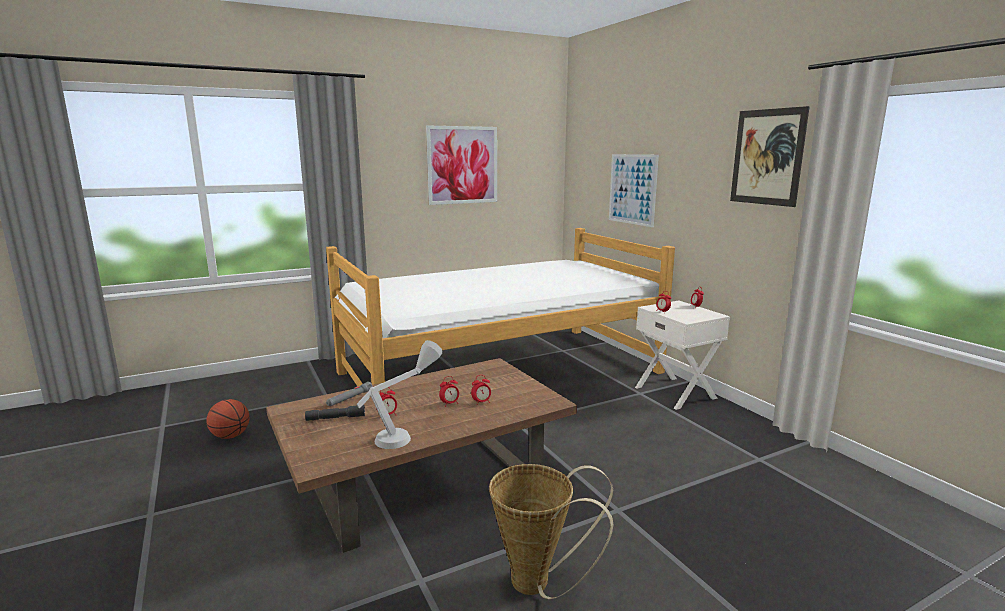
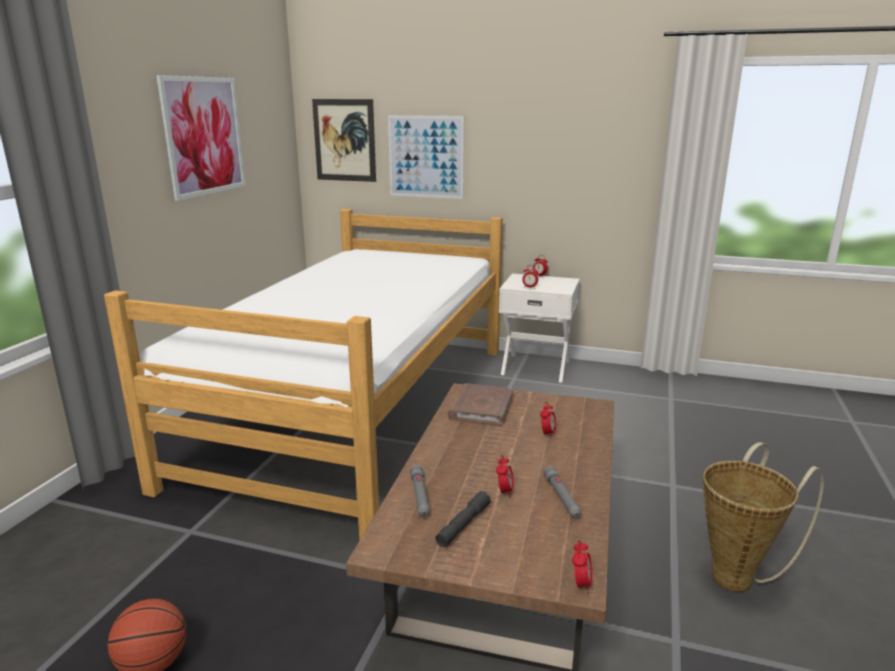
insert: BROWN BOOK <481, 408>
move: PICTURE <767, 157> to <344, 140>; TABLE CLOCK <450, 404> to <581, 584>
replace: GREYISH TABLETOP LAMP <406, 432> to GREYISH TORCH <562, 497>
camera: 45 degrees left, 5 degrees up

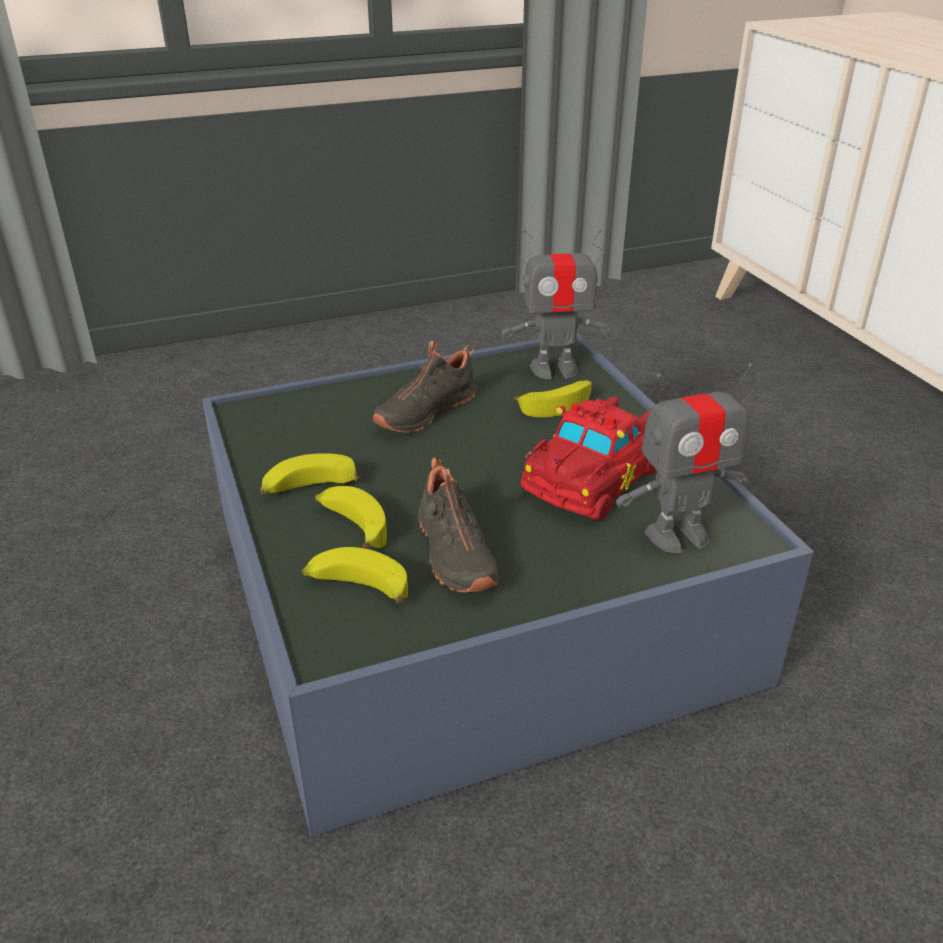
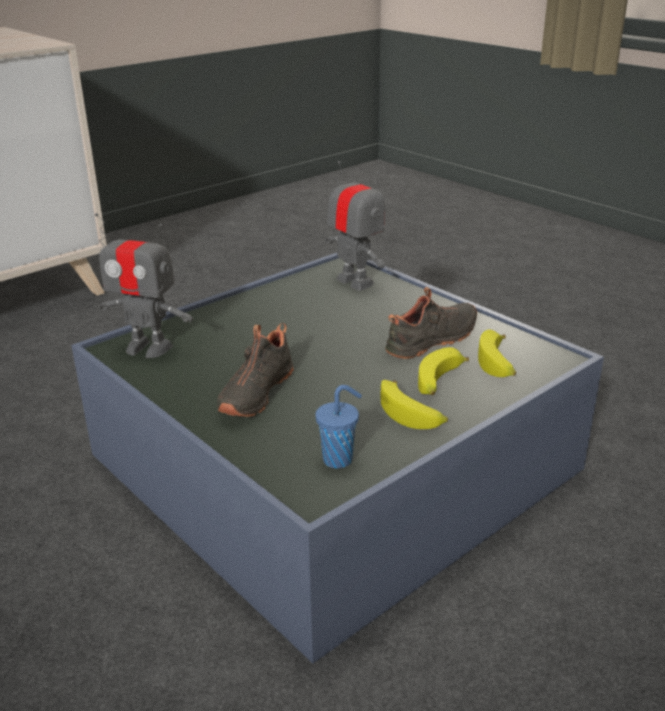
delete: WHOLE BANANA <557, 404>; REDDISH MODEL CAR <597, 476>
insert: BLUE CUP <339, 459>
rotate: MODEL ROBOT <554, 369> = <148, 348> 135 degrees clockwise; BLACK LOW SHOE <424, 410> = <254, 392> 90 degrees clockwise
camera: 110 degrees left, 5 degrees down

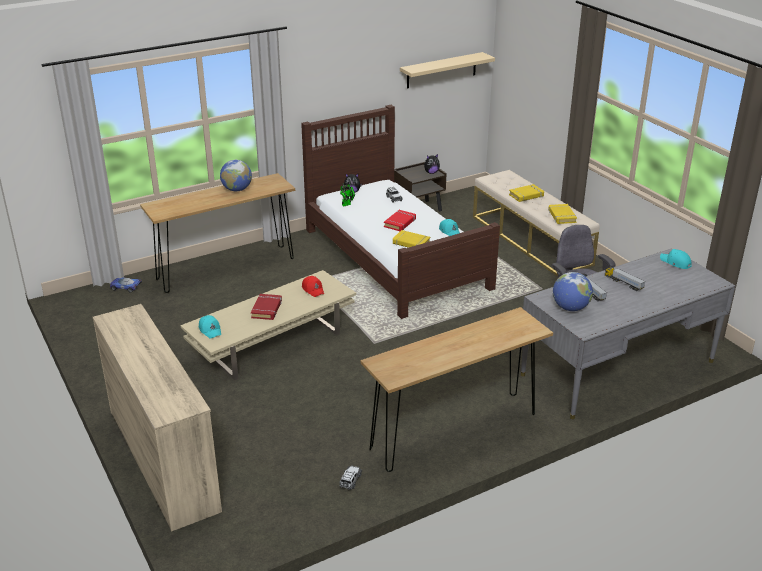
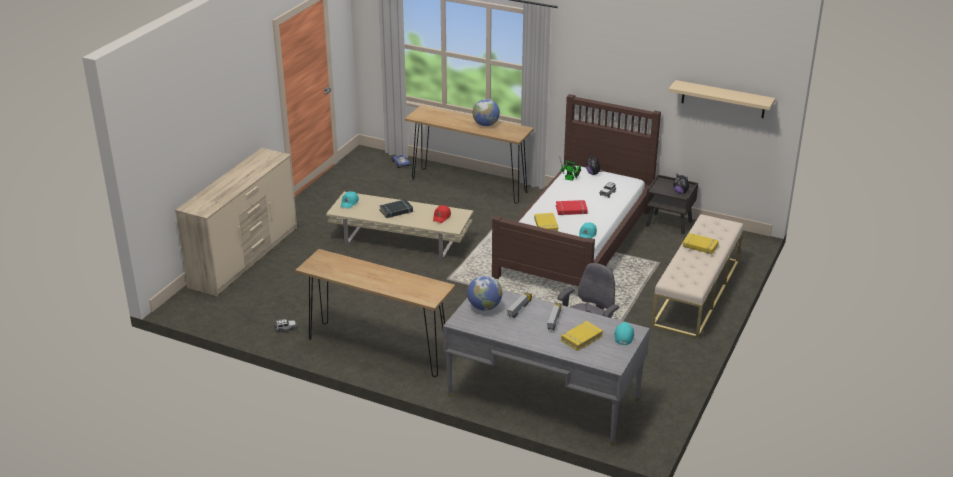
move: YELLOWISH BOOK <561, 216> to <581, 338>
recolor: REDDISH BOOK <267, 309> to BLACK BOOK <396, 211>
camera: 55 degrees right, 0 degrees up

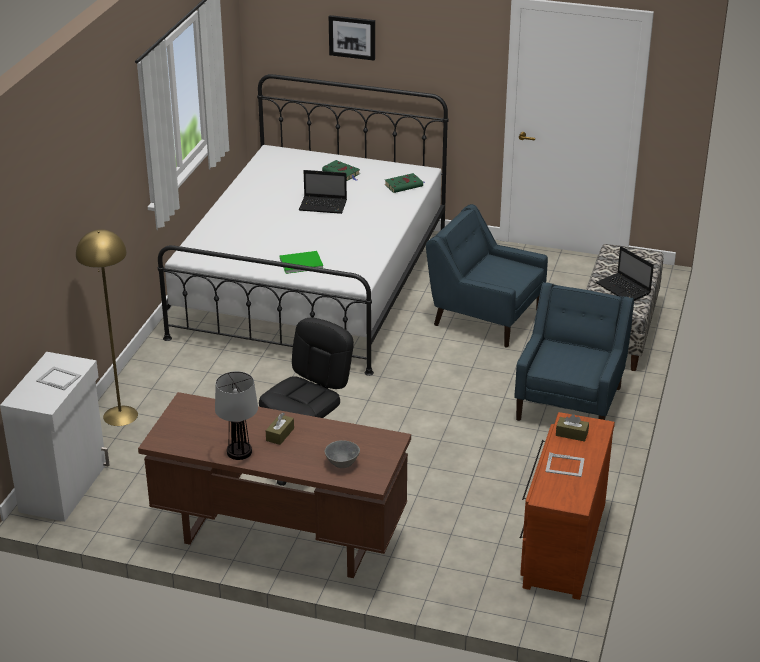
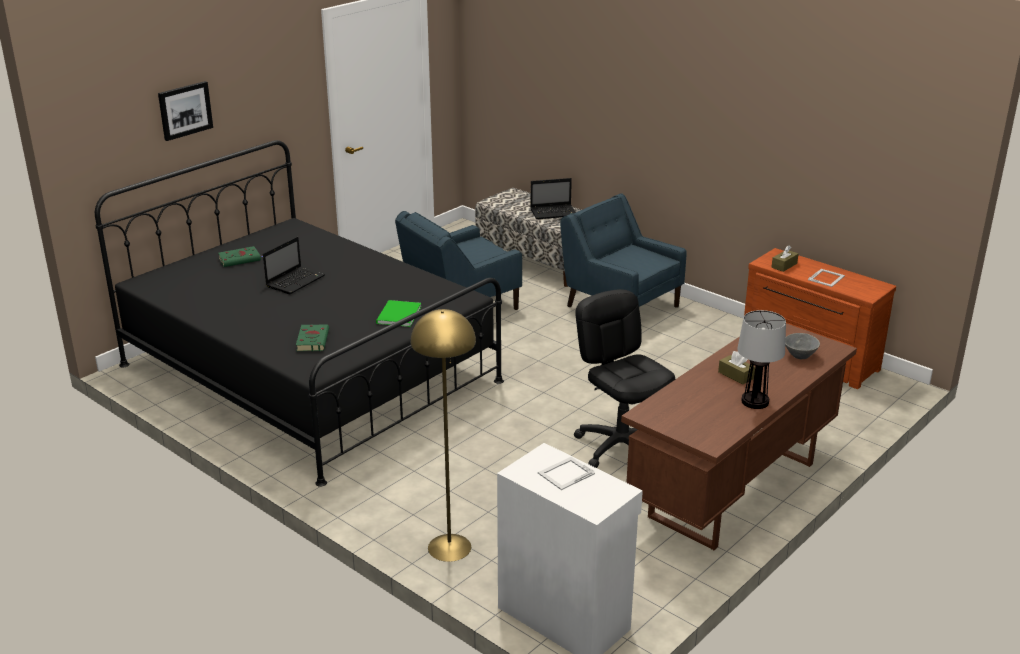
move: GREEN BOOK <404, 185> to <312, 340>
recolor: WHITE-COLOURED BED <312, 283> to BLACK BED <309, 373>
camera: 65 degrees left, 5 degrees down

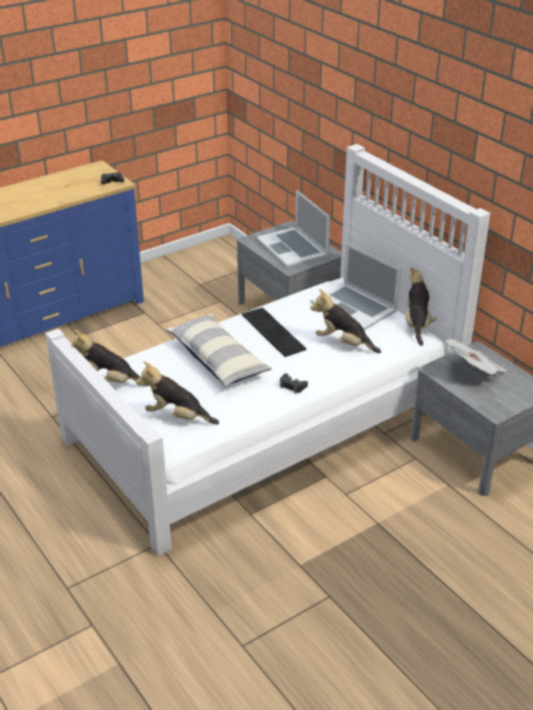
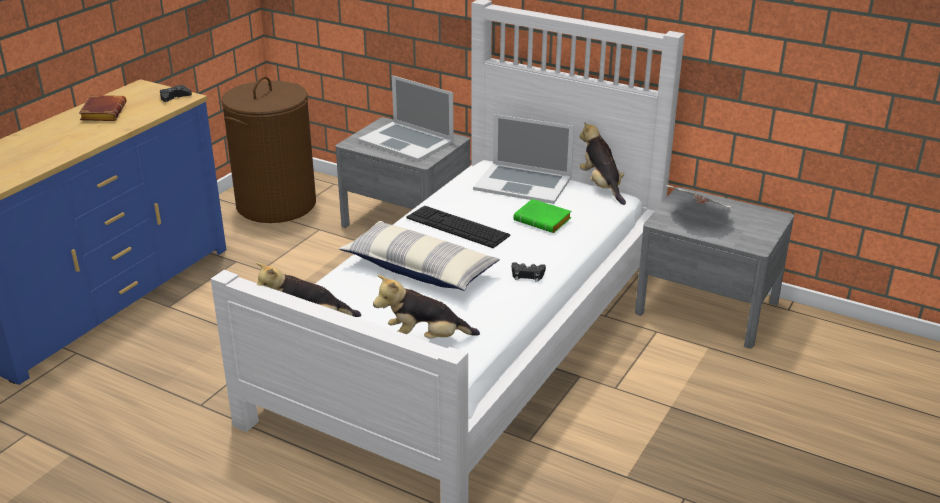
insert: BROWN HAMPER <276, 204>; BROWN BOOK <102, 112>
replace: PLUSH TOY <343, 343> to GREEN BOOK <544, 220>
camera: 25 degrees left, 5 degrees down

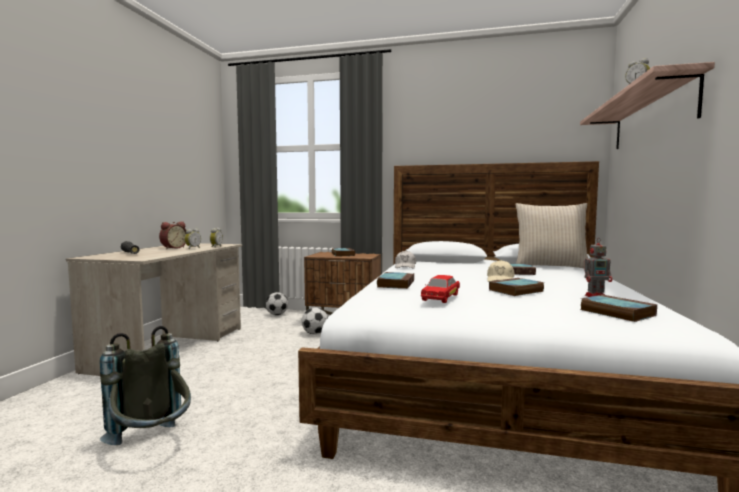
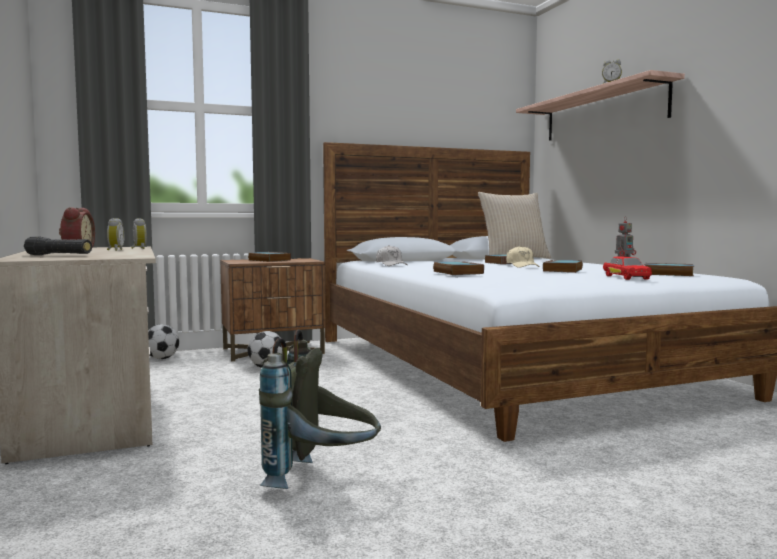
move: REDDISH MODEL CAR <440, 297> to <626, 277>
camera: 35 degrees left, 0 degrees up

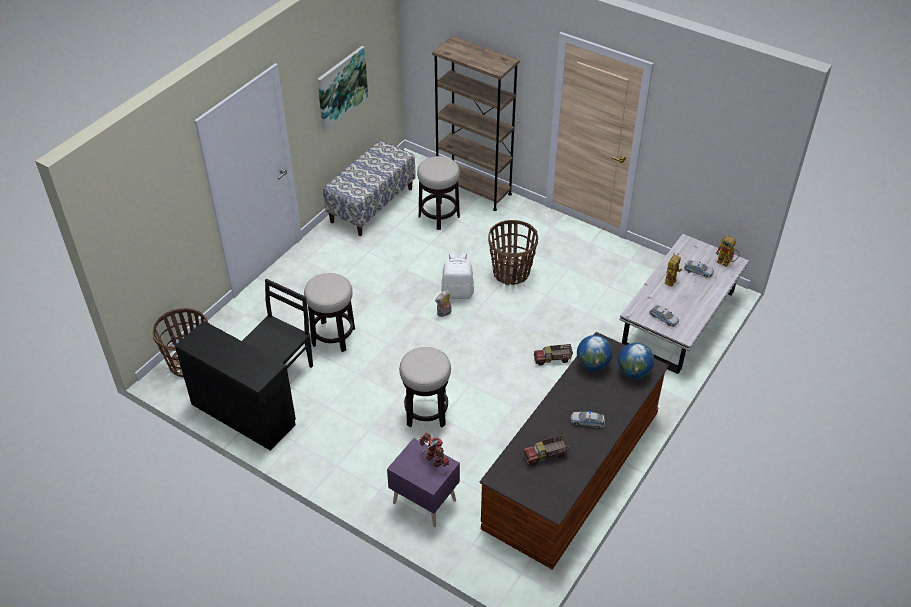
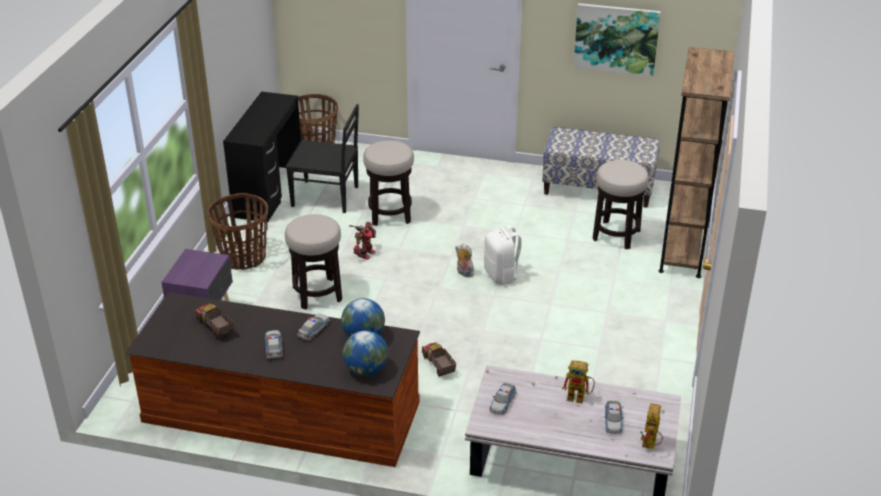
insert: MODEL CAR <313, 330>
move: HOUSEHOLD BASKET <511, 272> to <243, 258>; MODEL ROBOT <434, 460> to <365, 253>
camera: 70 degrees right, 10 degrees down

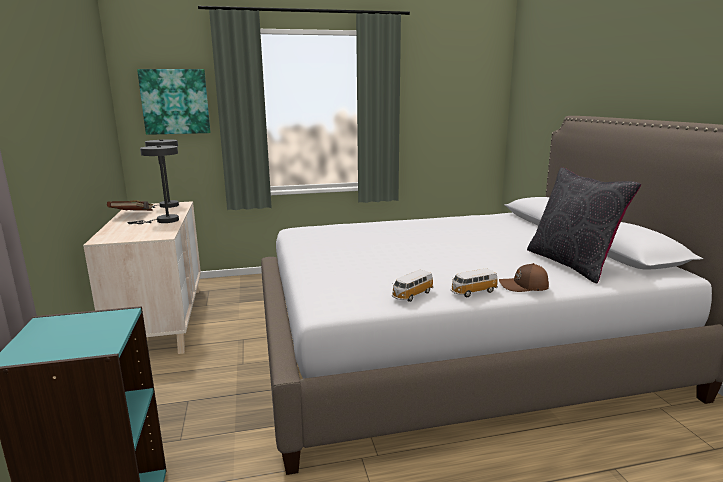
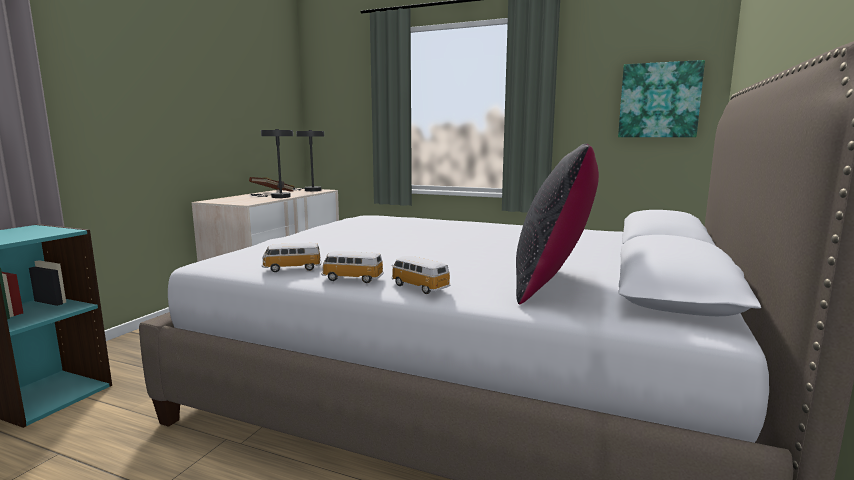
move: PICTURE <175, 102> to <659, 100>
replace: BROWN PEAKED CAP <524, 286> to MODEL CAR <418, 287>
camera: 35 degrees right, 5 degrees down

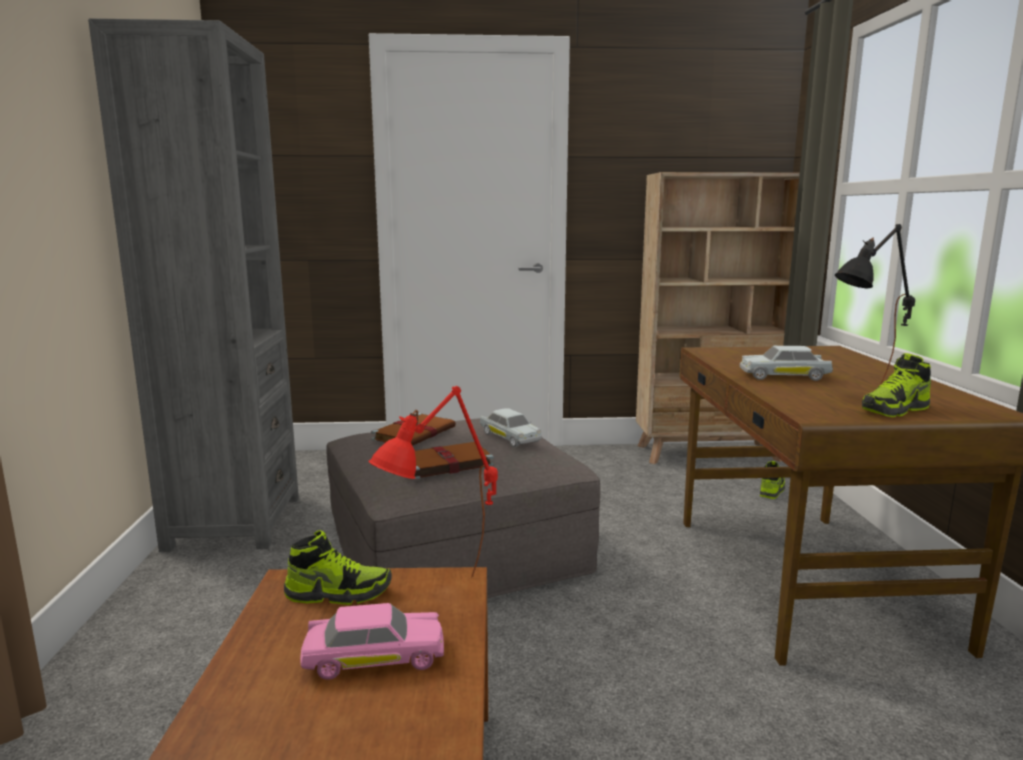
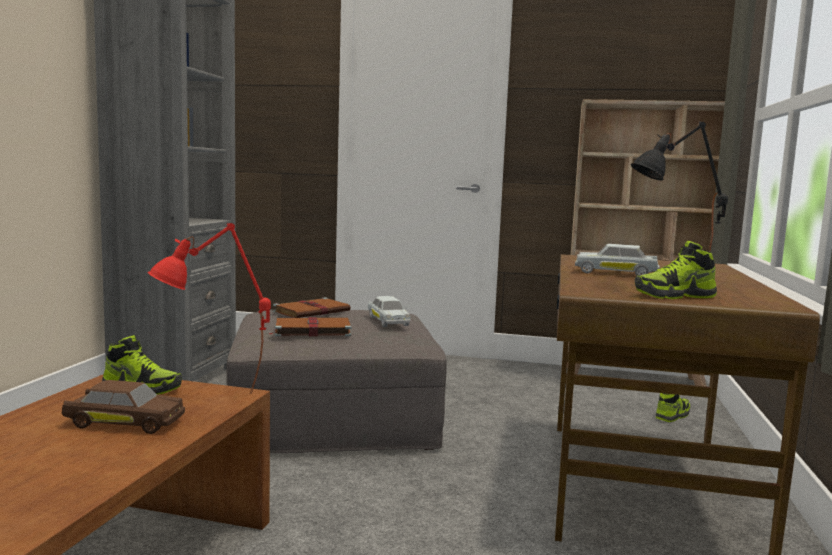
recolor: PINK-COLOURED MODEL CAR <374, 657> to BROWN MODEL CAR <124, 423>
camera: 15 degrees right, 5 degrees down

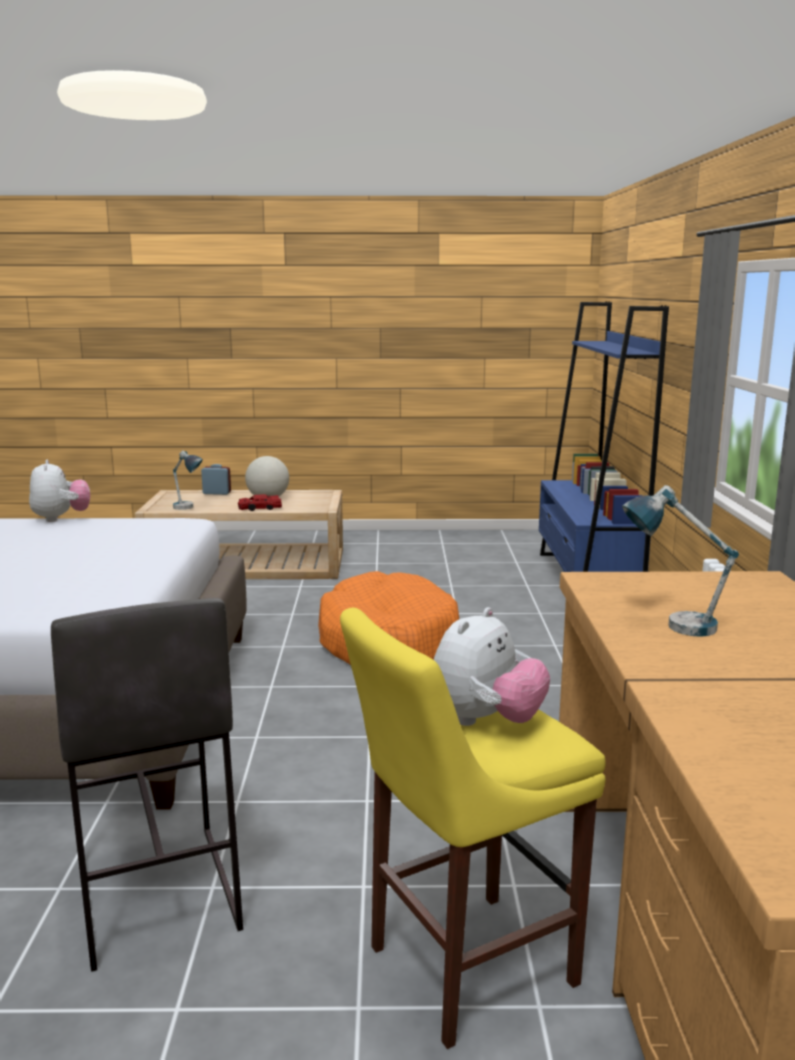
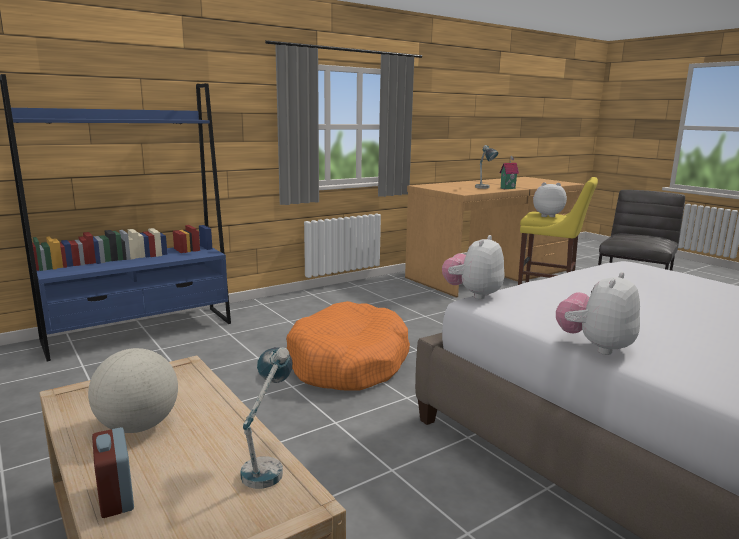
delete: REDDISH MODEL CAR <260, 508>
insert: MINIATURE HOUSE <507, 188>; PLUSH TOY <473, 294>
camera: 125 degrees left, 0 degrees up

